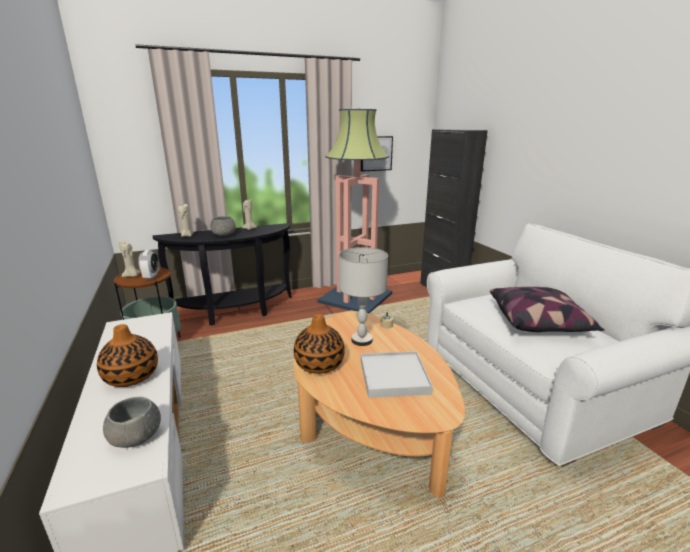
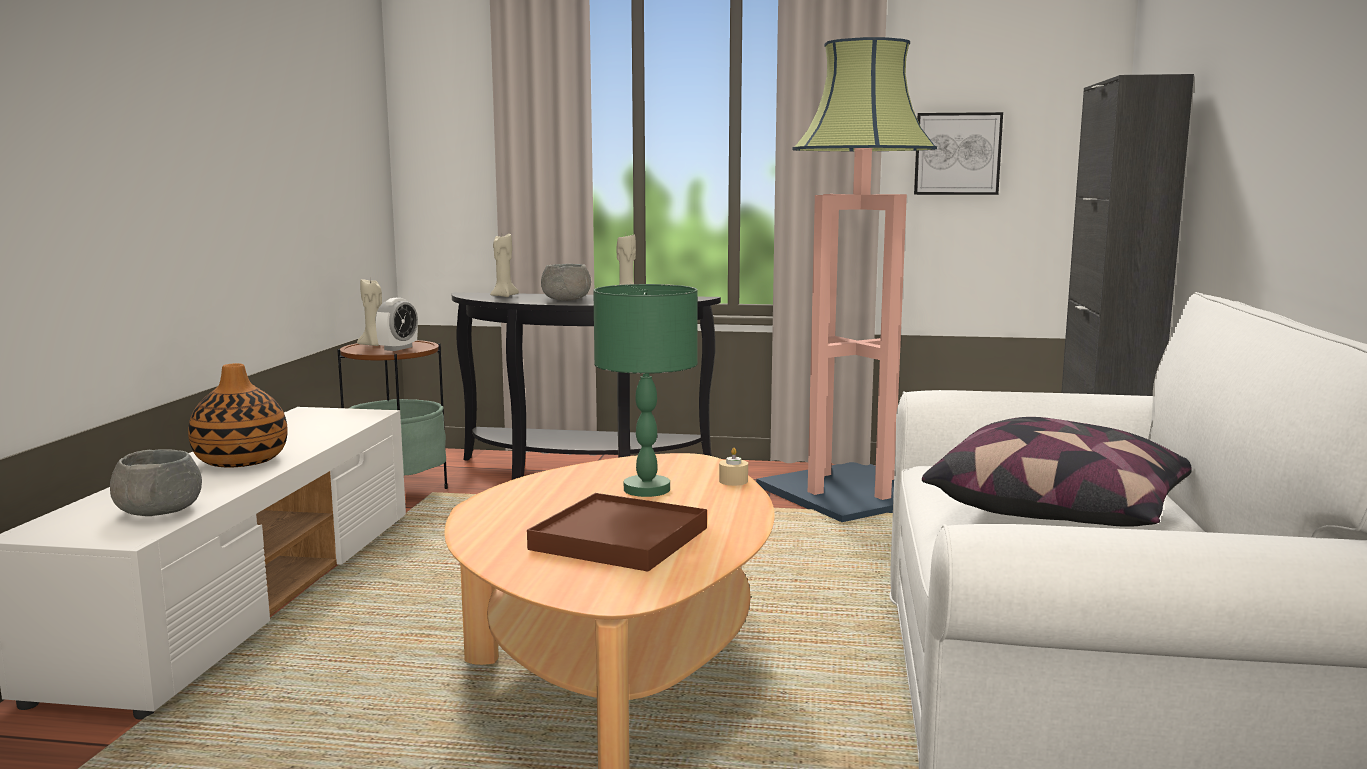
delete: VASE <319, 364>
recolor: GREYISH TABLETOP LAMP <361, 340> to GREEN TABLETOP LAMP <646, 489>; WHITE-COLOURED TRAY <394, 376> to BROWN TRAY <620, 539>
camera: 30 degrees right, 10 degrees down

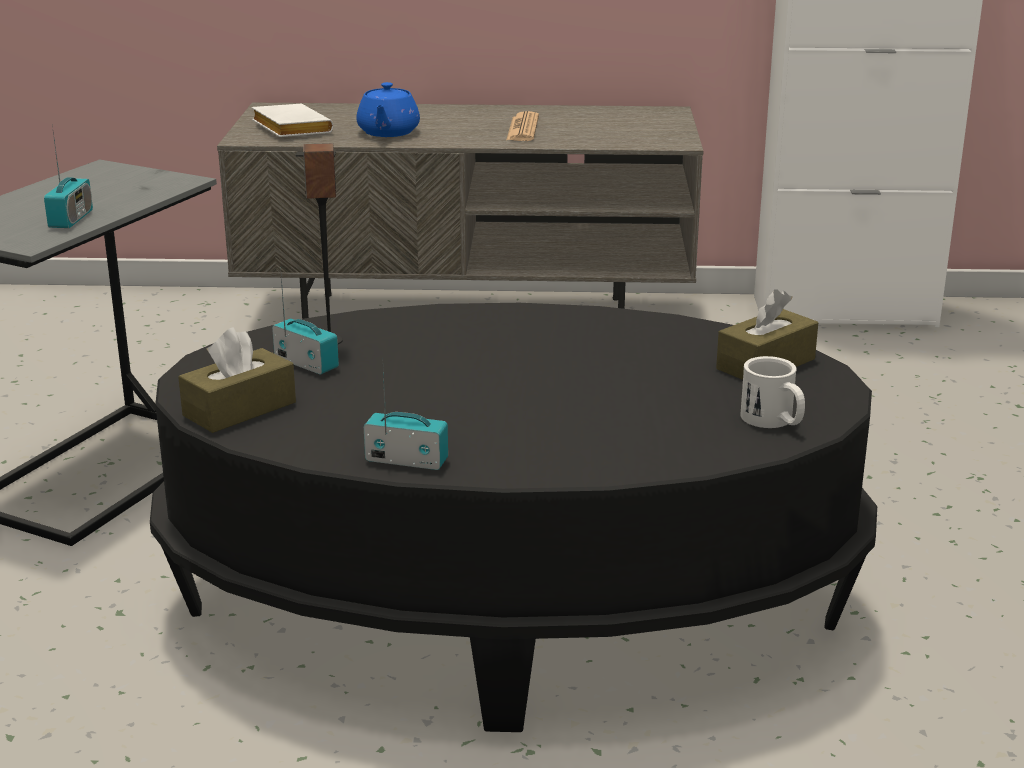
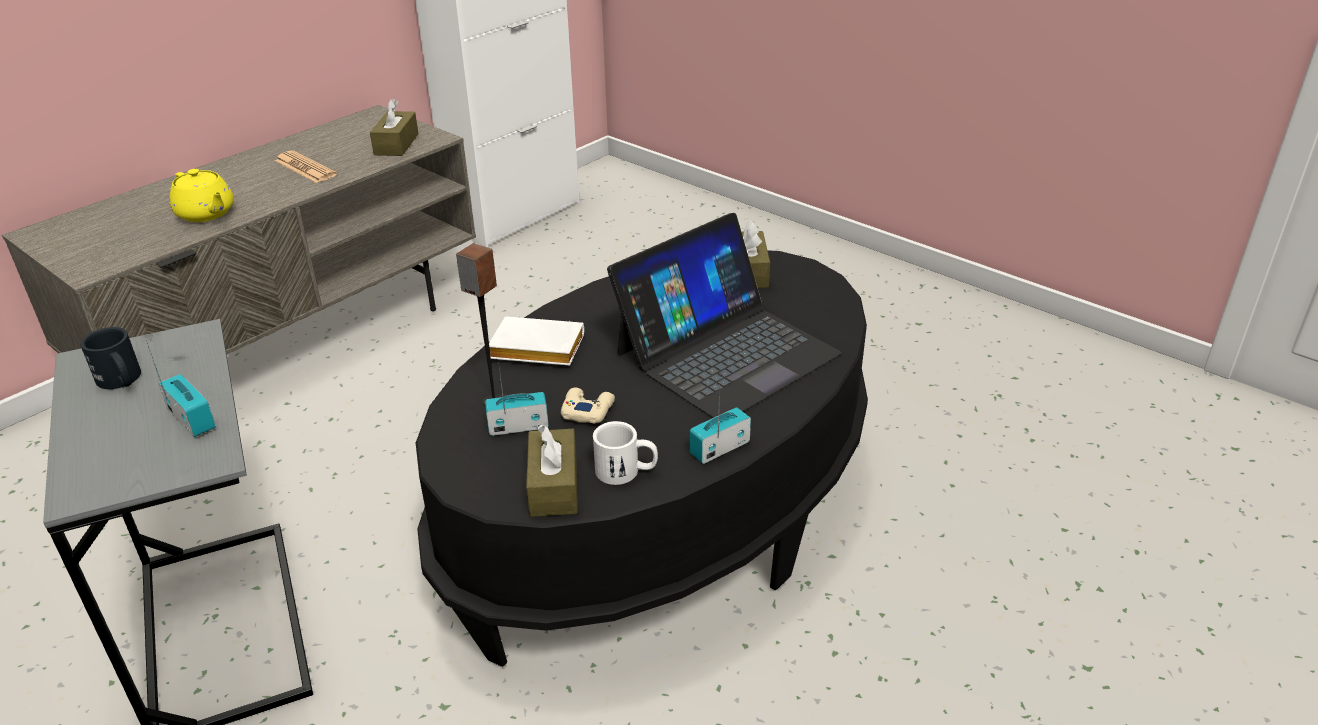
insert: BROWN TISSUE BOX <396, 144>; NOTEBOOK COMPUTER <726, 353>; BLACK MUG <122, 381>; BEIGE JOYPAD <587, 410>
move: WHITE-COLOURED BOOK <288, 129> to <534, 350>; WHITE-COLOURED MUG <774, 421> to <626, 471>
recolor: BLUE TEA POT <388, 132> to YELLOWISH TEA POT <206, 214>
camera: 50 degrees left, 10 degrees up

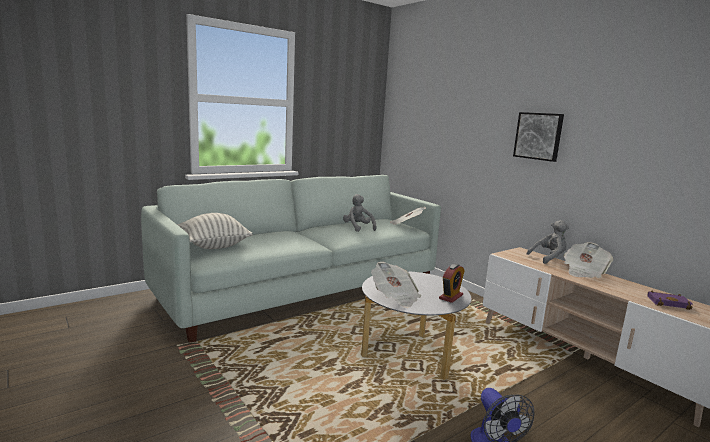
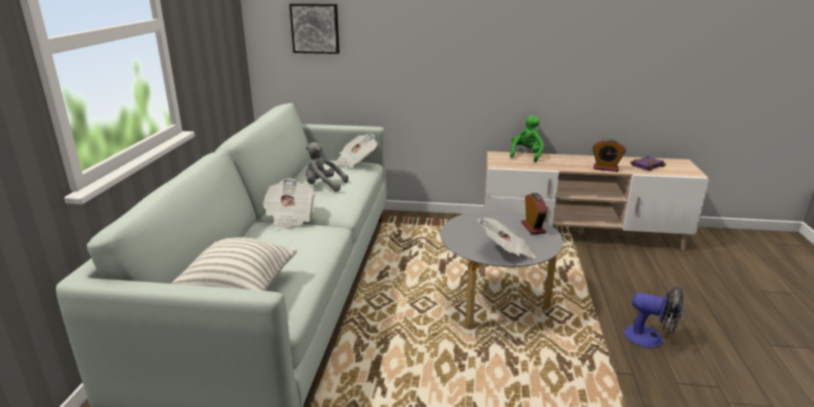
insert: TABLE CLOCK <605, 168>
move: PICTURE <538, 136> to <315, 28>; PRINTED PAPER <584, 272> to <290, 217>
recolor: GREYISH PLUSH TOY <548, 258> to GREEN PLUSH TOY <526, 155>
camera: 45 degrees left, 10 degrees up

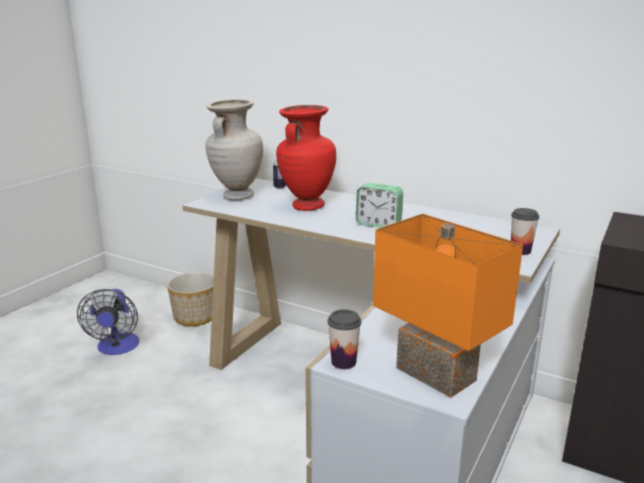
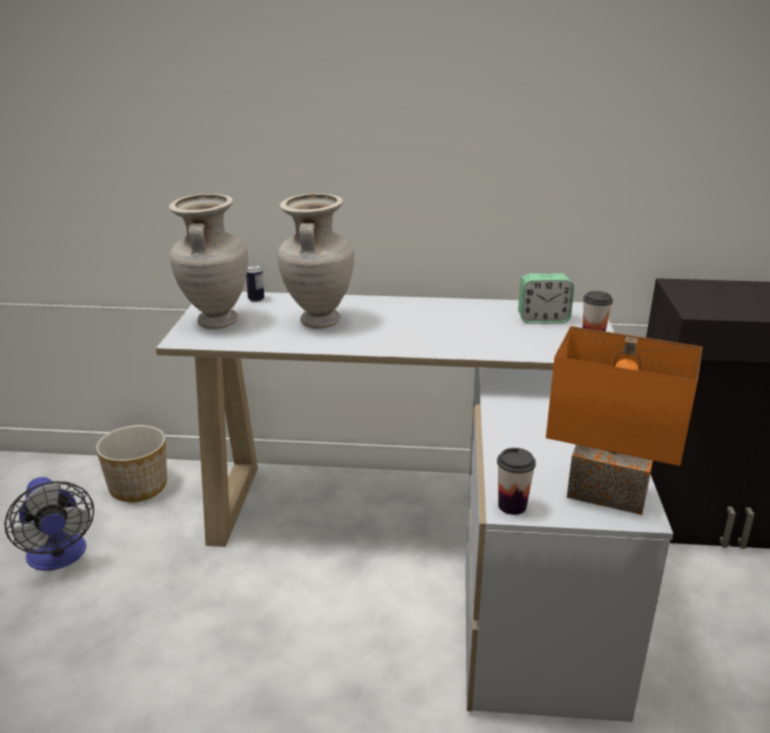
move: TABLE CLOCK <378, 224> to <543, 319>
recolor: REDDISH VASE <306, 206> to BEIGE VASE <318, 321>
camera: 25 degrees left, 5 degrees up

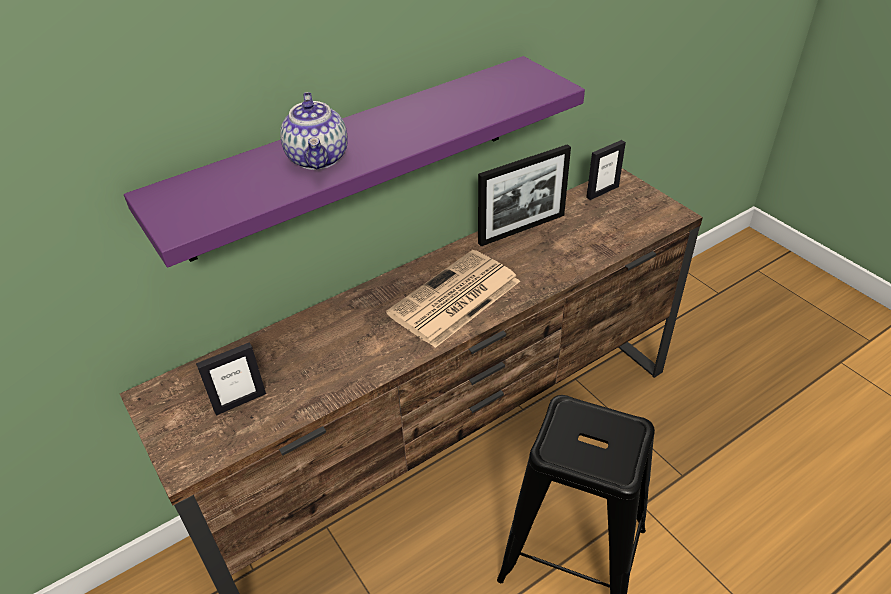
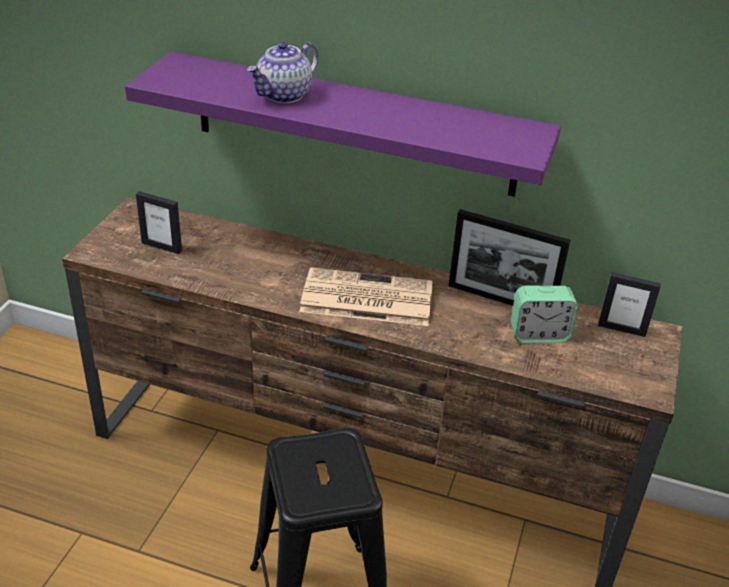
insert: TABLE CLOCK <539, 334>
camera: 50 degrees right, 5 degrees down

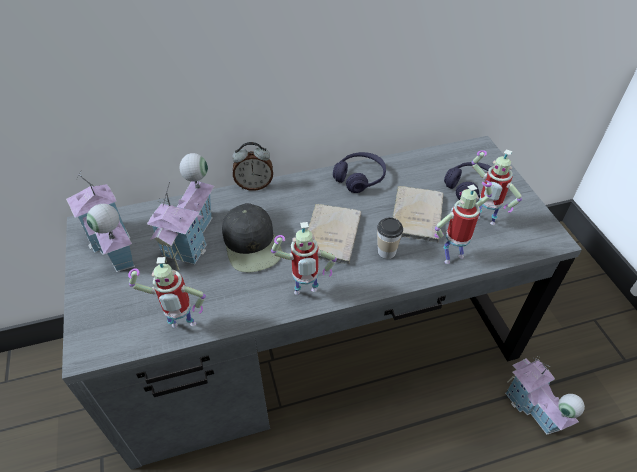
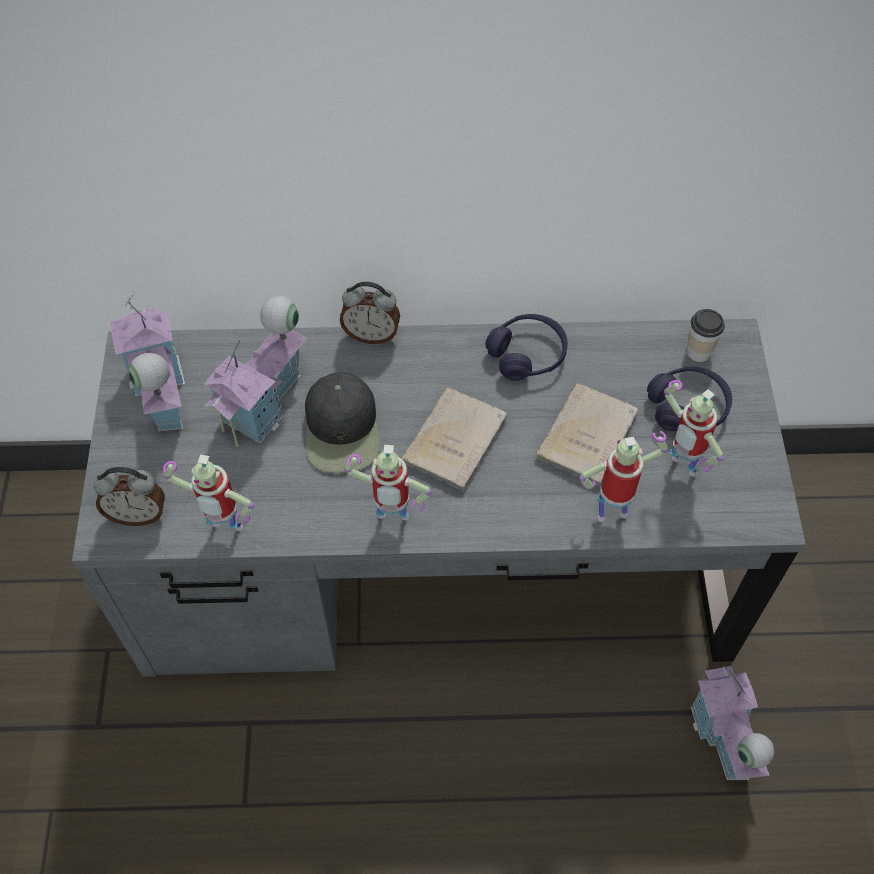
insert: TABLE CLOCK <138, 514>
move: CUP <386, 251> to <698, 351>
camera: 15 degrees right, 10 degrees up

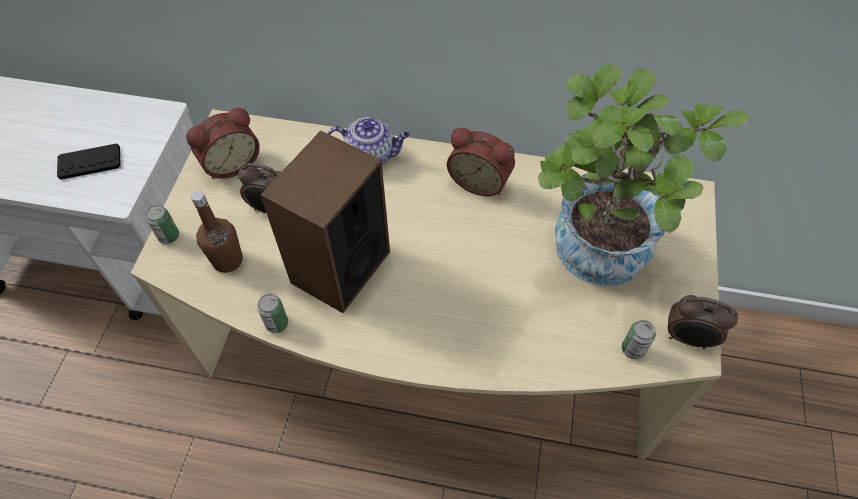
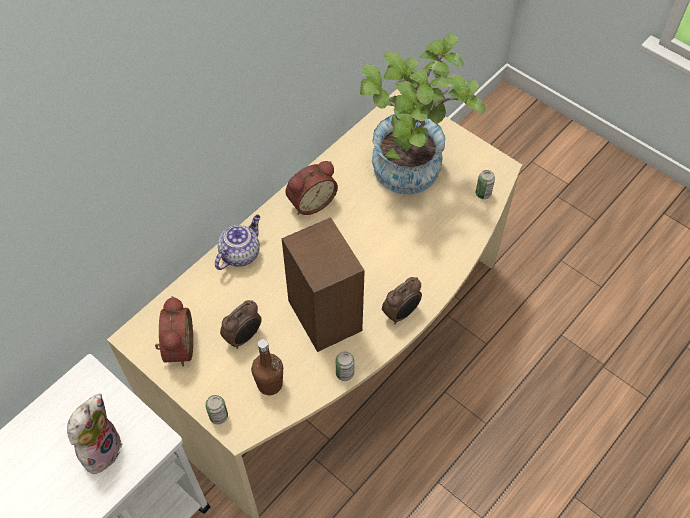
move: TABLE CLOCK <688, 339> to <401, 313>
replace: BLACK JOYPAD <89, 162> to PLUSH TOY <100, 448>
camera: 60 degrees left, 0 degrees up

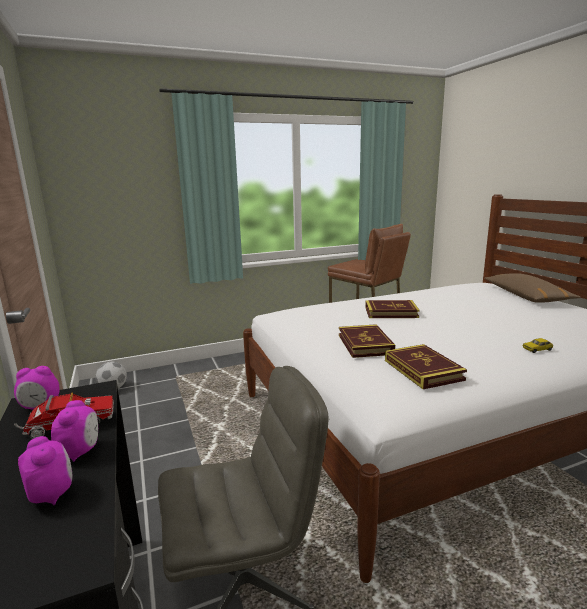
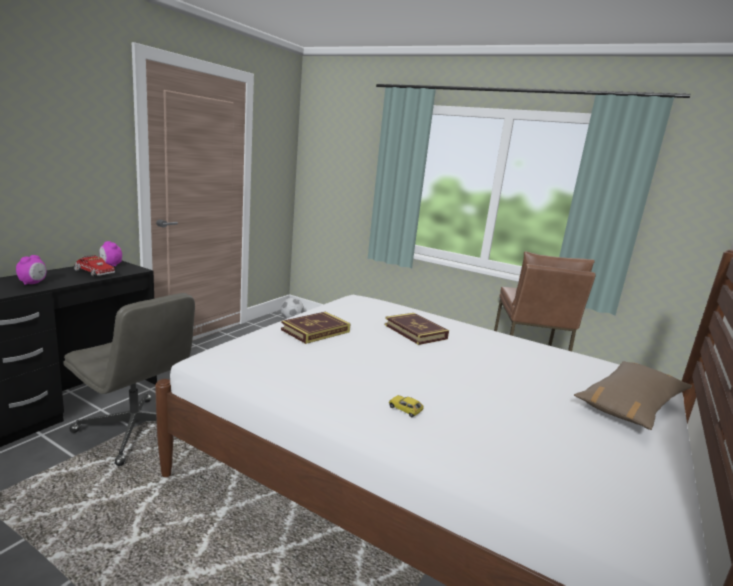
delete: BOOK <423, 370>; TABLE CLOCK <80, 451>
camera: 50 degrees right, 0 degrees up

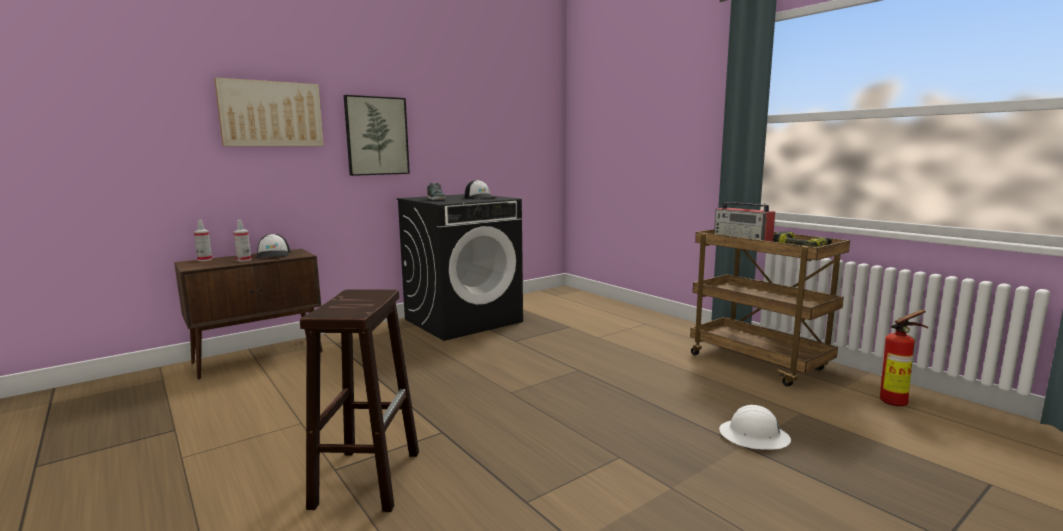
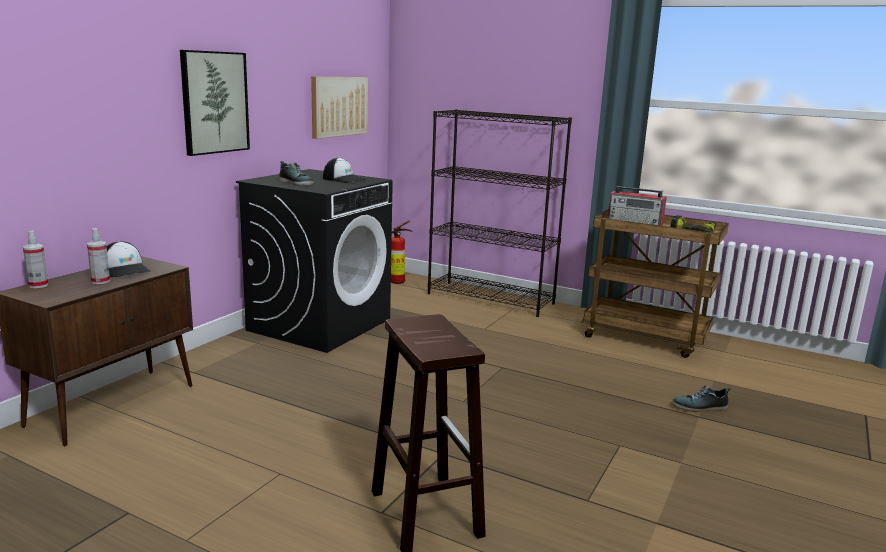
insert: BLACK SHELVING UNIT <491, 298>
move: PICTURE <271, 114> to <339, 106>; EXTINGUISHER <897, 402> to <399, 282>
replace: WHITE-COLOURED WORK HELMET <754, 436> to LOW SHOE <699, 407>
camera: 25 degrees left, 5 degrees up

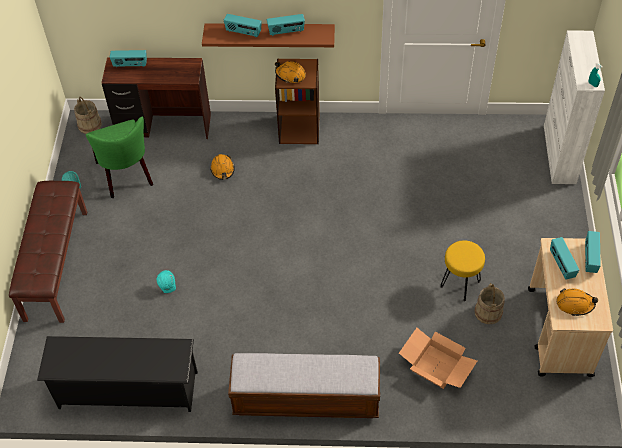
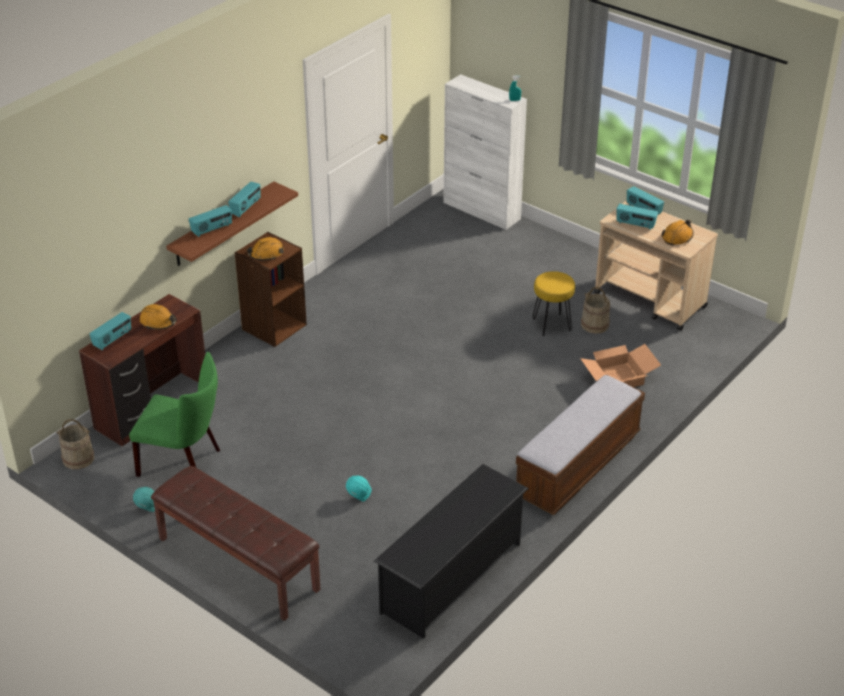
move: ORANGE WORK HELMET <222, 169> to <158, 322>
camera: 55 degrees left, 15 degrees down

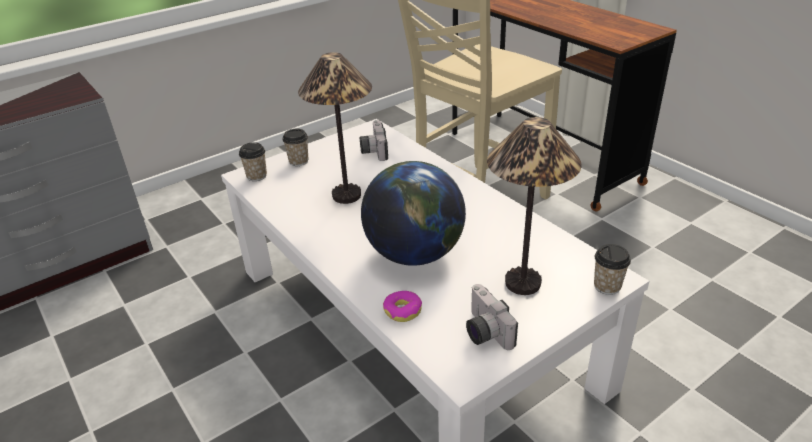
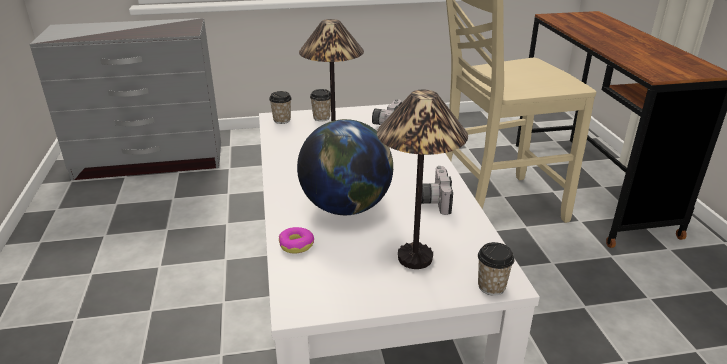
move: PHOTO CAMERA <483, 331> to <433, 200>
camera: 25 degrees right, 5 degrees down

